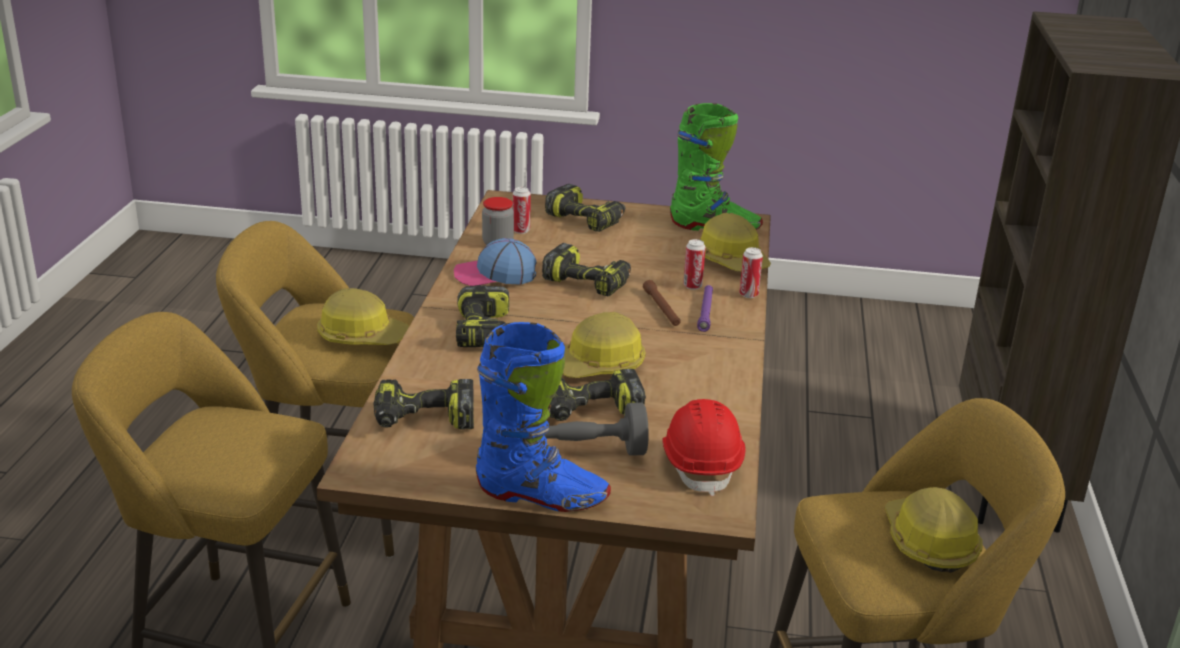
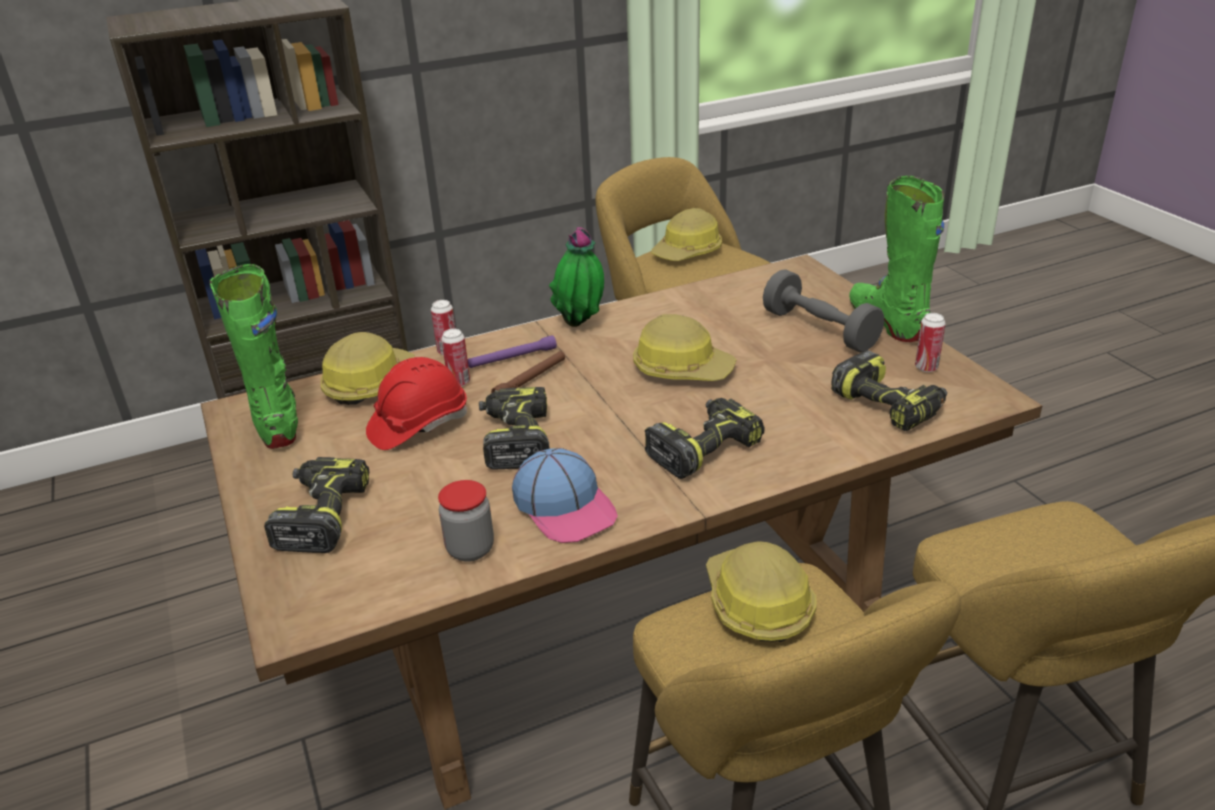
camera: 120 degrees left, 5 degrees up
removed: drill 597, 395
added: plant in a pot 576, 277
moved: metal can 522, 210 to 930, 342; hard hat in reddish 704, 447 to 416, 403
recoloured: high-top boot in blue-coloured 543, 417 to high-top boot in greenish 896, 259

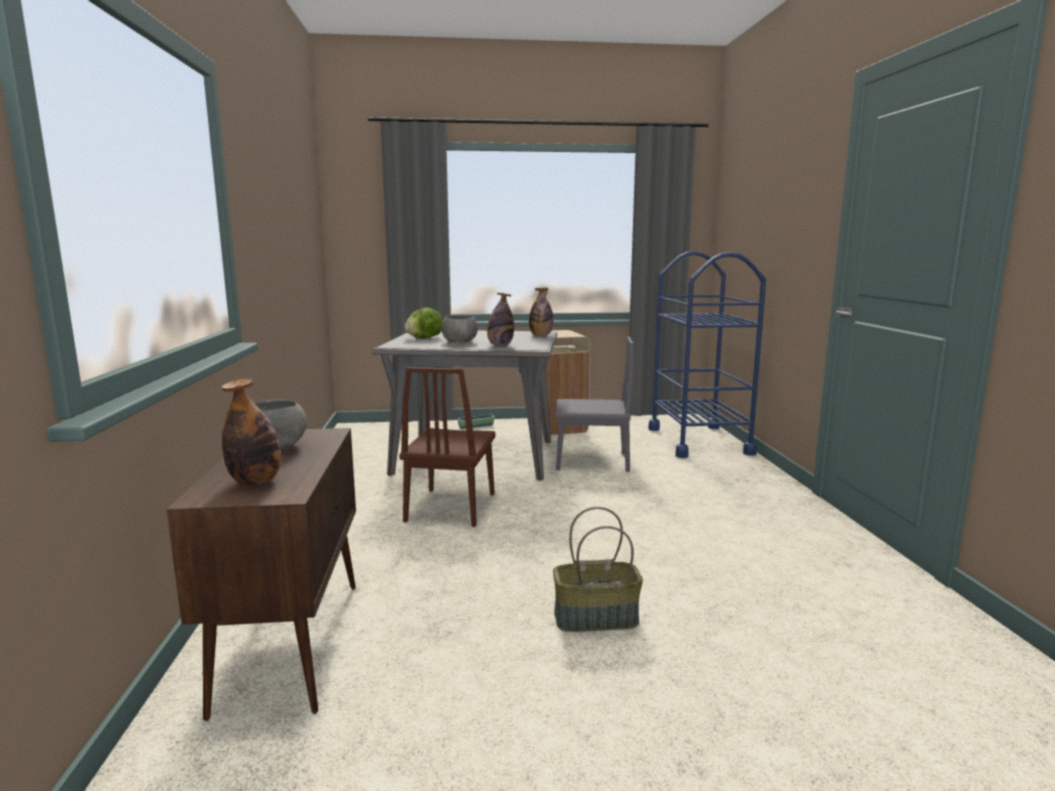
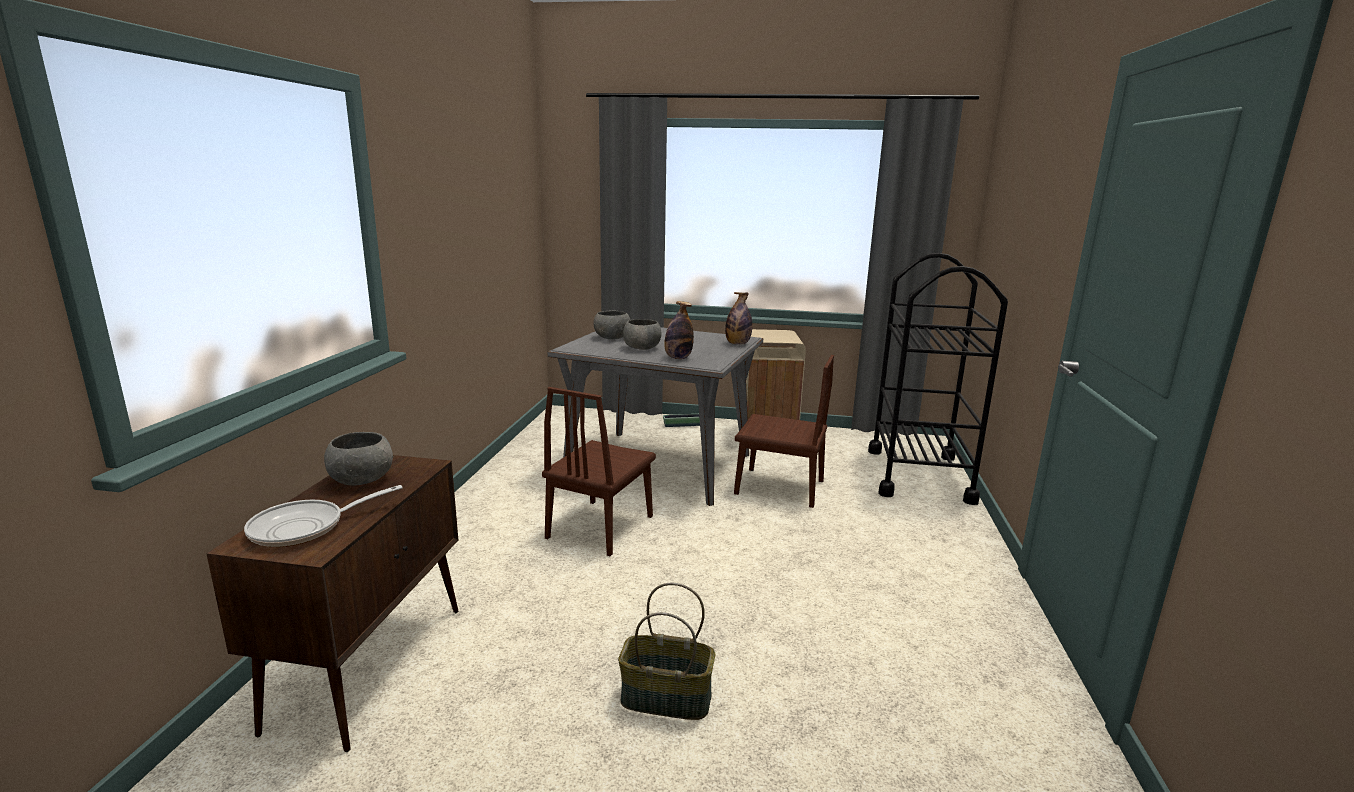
camera: 15 degrees right, 5 degrees up
replaced: beverage bottle 251, 432 to frying pan 323, 516; lettuce head 424, 323 to deep dish in greyish 611, 324
recoloured: plain chair in greyish 594, 404 to plain chair in brown-coloured 784, 431; wheeled cart in blue-coloured 707, 354 to wheeled cart in black-coloured 938, 379

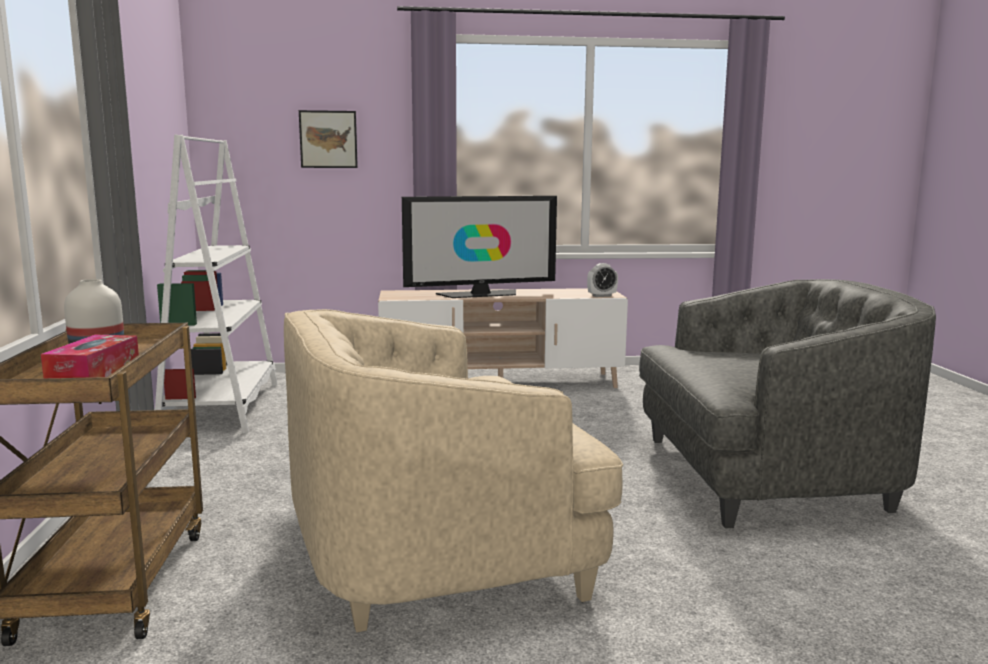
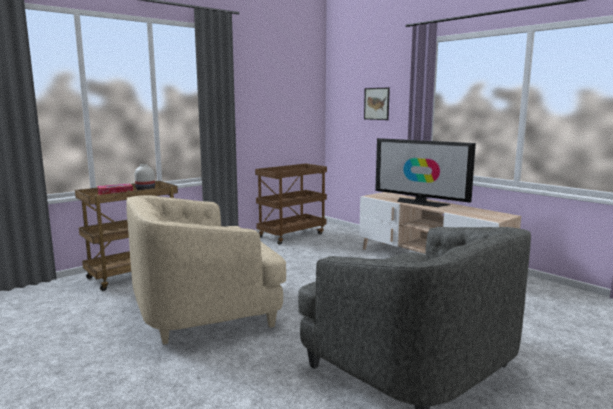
camera: 55 degrees right, 0 degrees up
removed: table clock 602, 280
replaced: shelving unit in whitish 216, 283 to wheeled cart in brown-coloured 291, 204
turned: lounge chair in beige 453, 471 = 206, 270 60 degrees counterclockwise

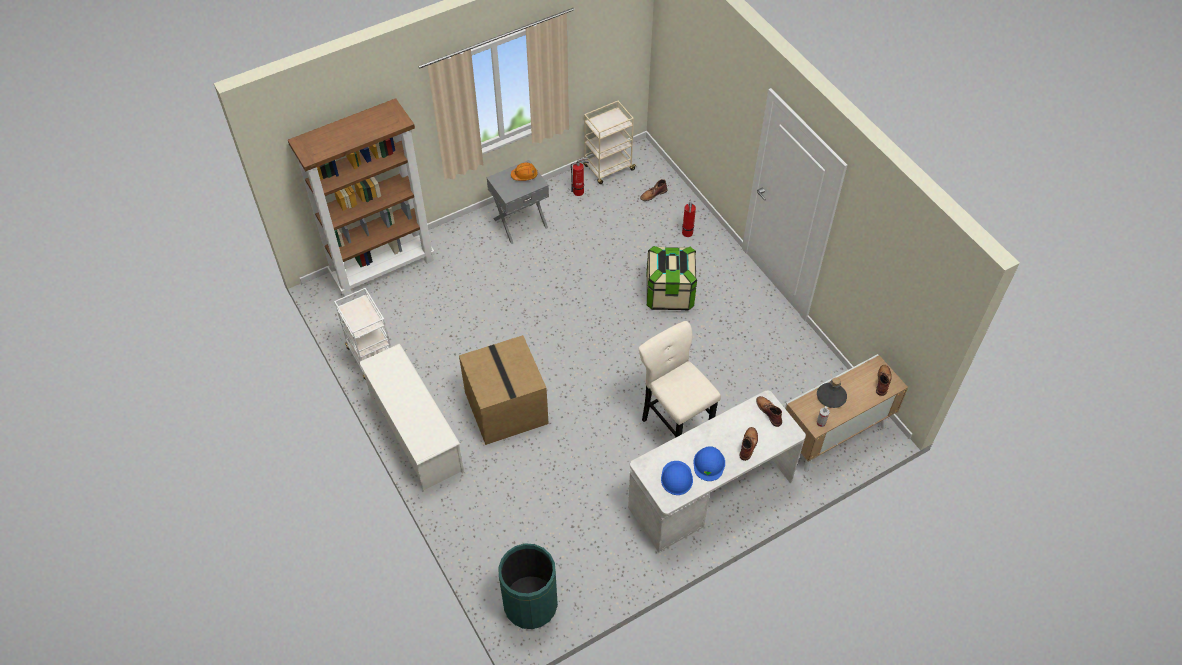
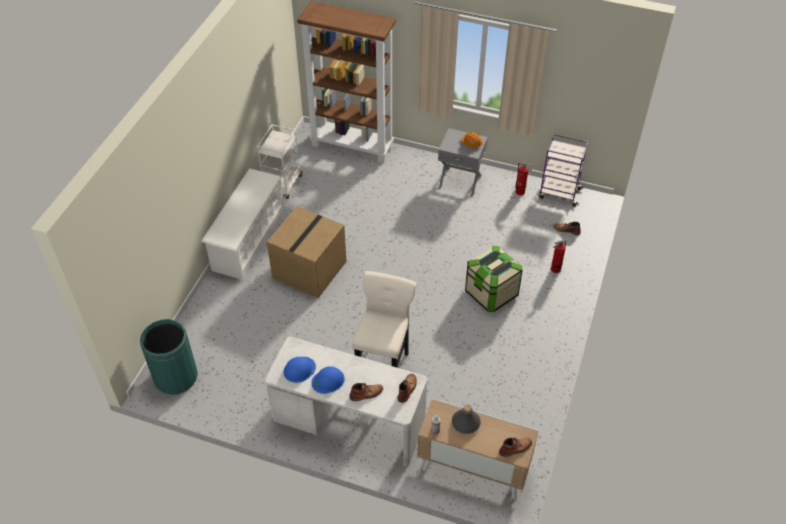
camera: 50 degrees right, 5 degrees down
recoloured: wheeled cart in beige 610, 142 to wheeled cart in purple 563, 170

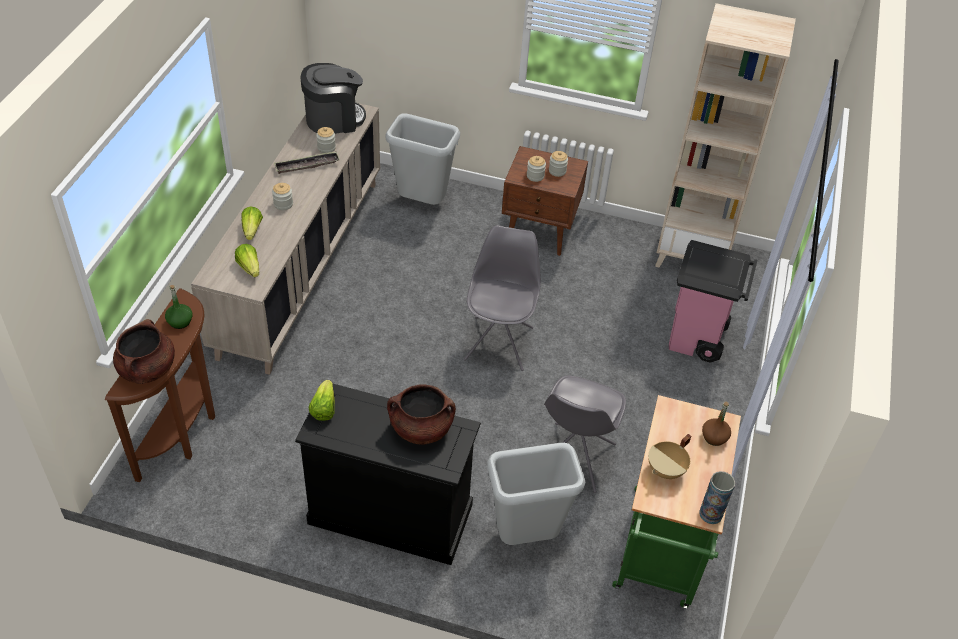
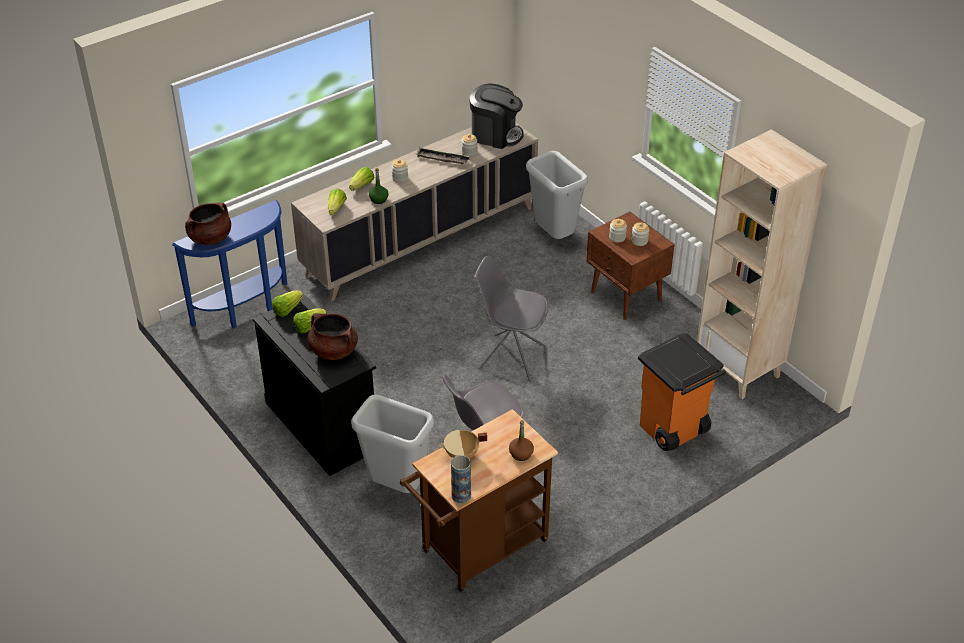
camera: 40 degrees right, 5 degrees down
added: lettuce head 310, 321
moved: beverage bottle in greenish 178, 307 to 379, 186
recoloured: narrow table in brown-coloured 160, 385 to narrow table in blue-coloured 229, 264; wheeled cart in greenish 676, 502 to wheeled cart in brown-coloured 479, 500; rubbish bin in pink 713, 301 to rubbish bin in orangey 682, 392
turned: plain chair in greyish 502, 298 = 511, 318 120 degrees counterclockwise

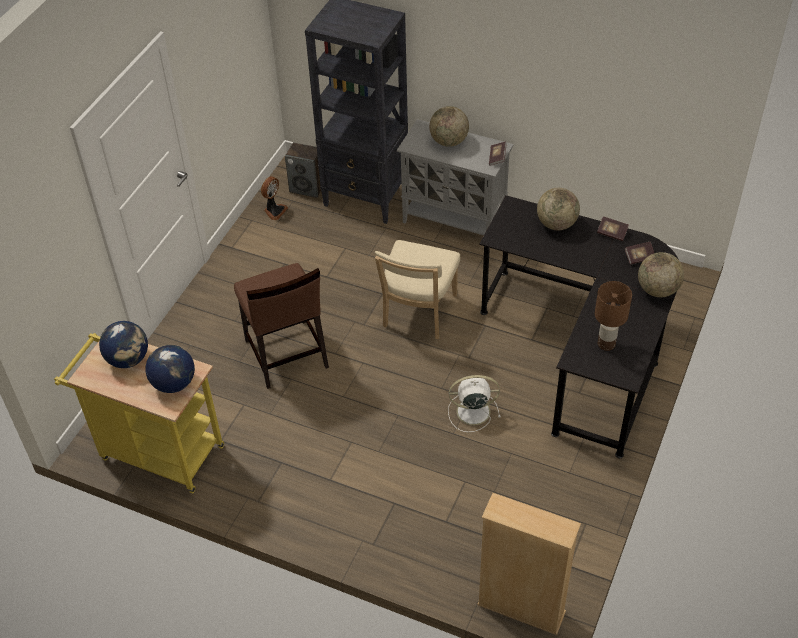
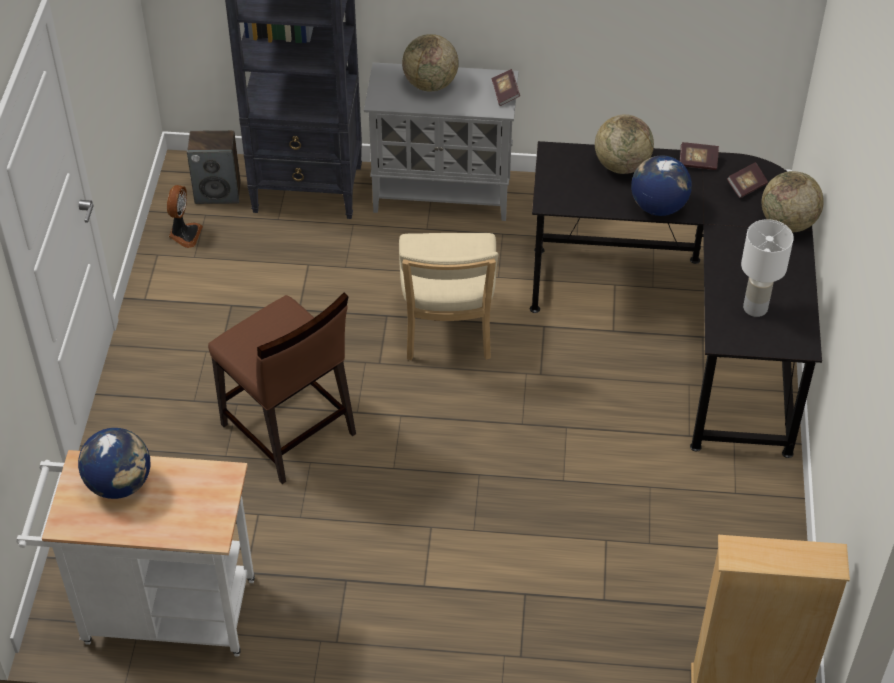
camera: 20 degrees left, 0 degrees up
removed: fan in whitish 474, 403
moved: globe 170, 369 to 661, 185
recoloured: wheeled cart in yellow-coloured 139, 413 to wheeled cart in whitish 135, 553; table lamp in brown-coloured 613, 316 to table lamp in whitish 767, 268

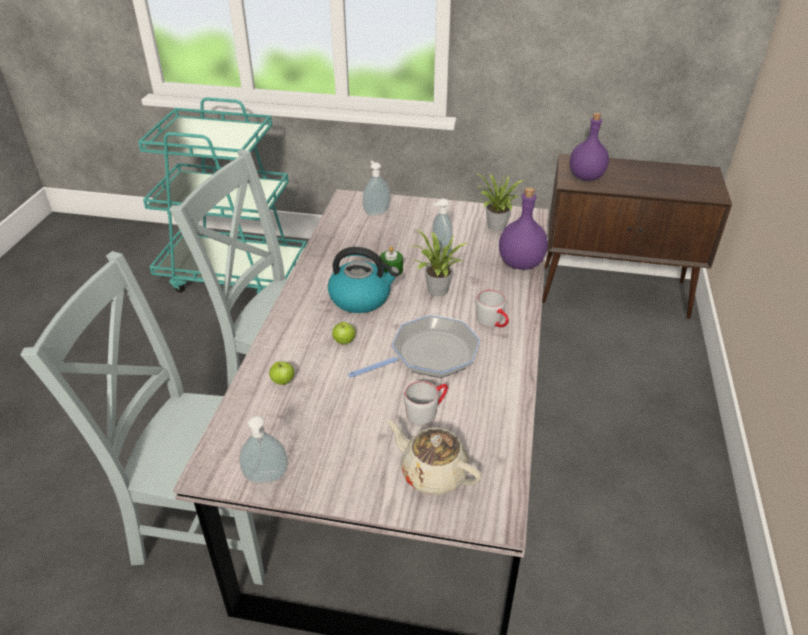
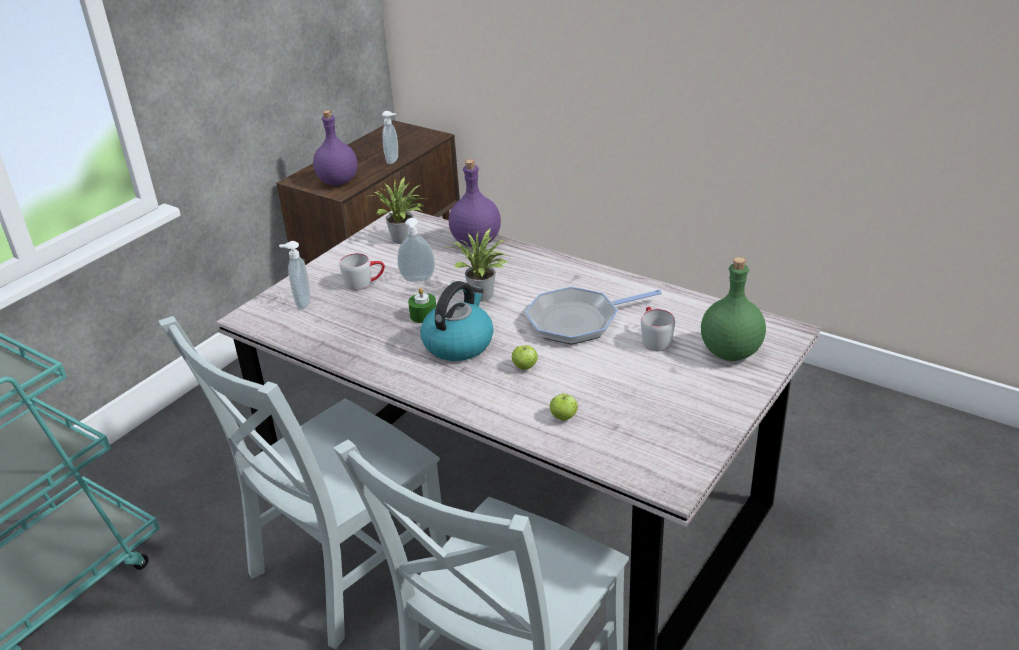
camera: 65 degrees left, 5 degrees down
moved: soap bottle 263, 450 to 390, 137; coffee mug in greyish 492, 308 to 362, 271
replaced: pot for tea in beige 434, 458 to beverage bottle in greenish 733, 309
turned: frying pan 414, 346 = 593, 316 105 degrees counterclockwise

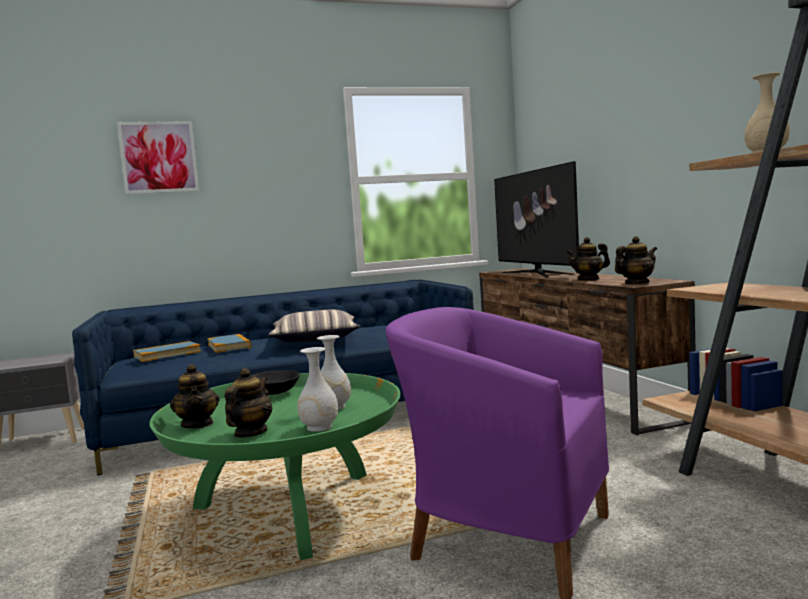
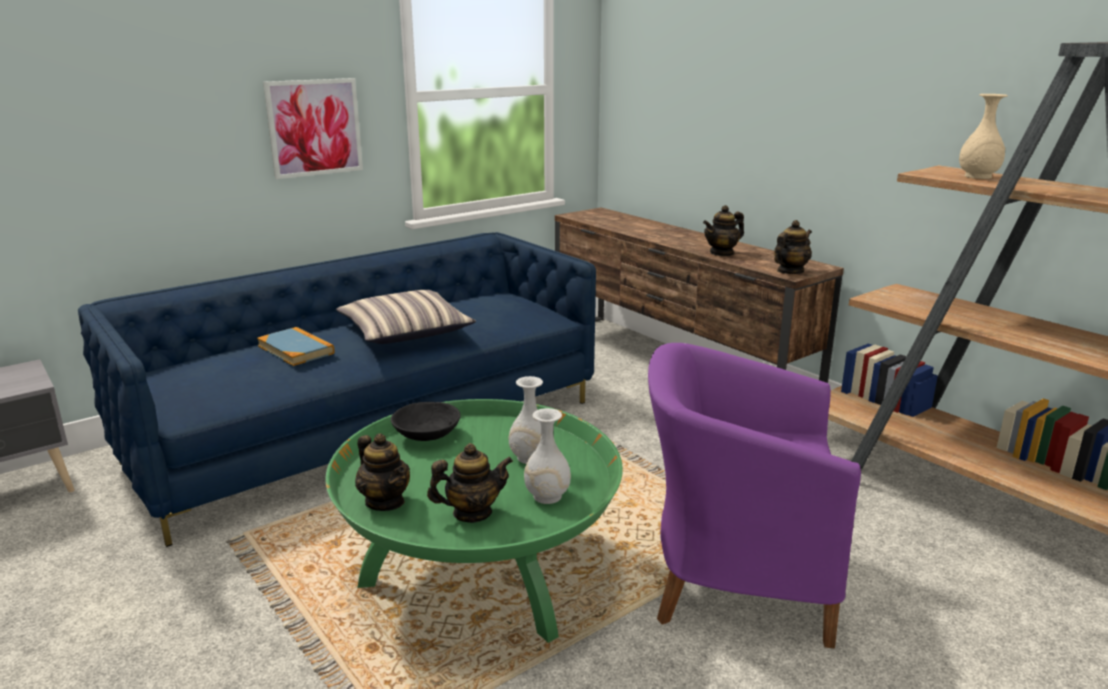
camera: 20 degrees left, 15 degrees up
removed: book 167, 351; television 536, 219
moved: wall picture 158, 157 to 313, 128
turned: pot for tea 248, 403 = 470, 483 75 degrees clockwise

